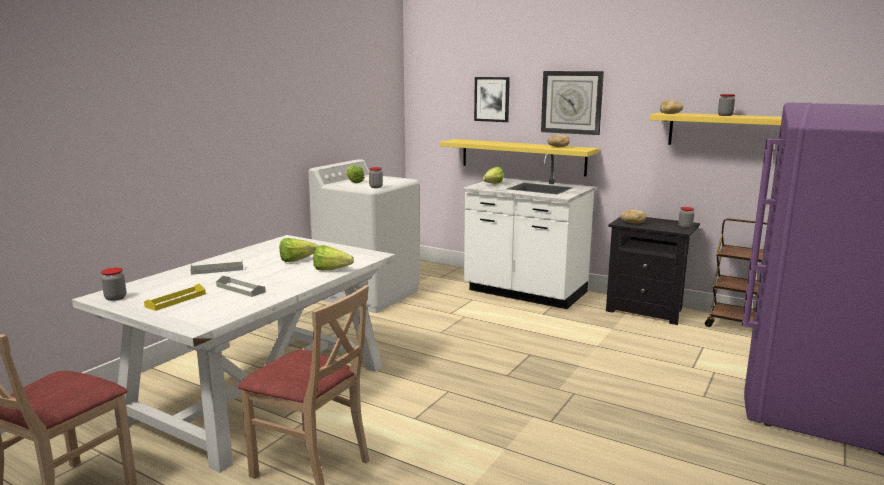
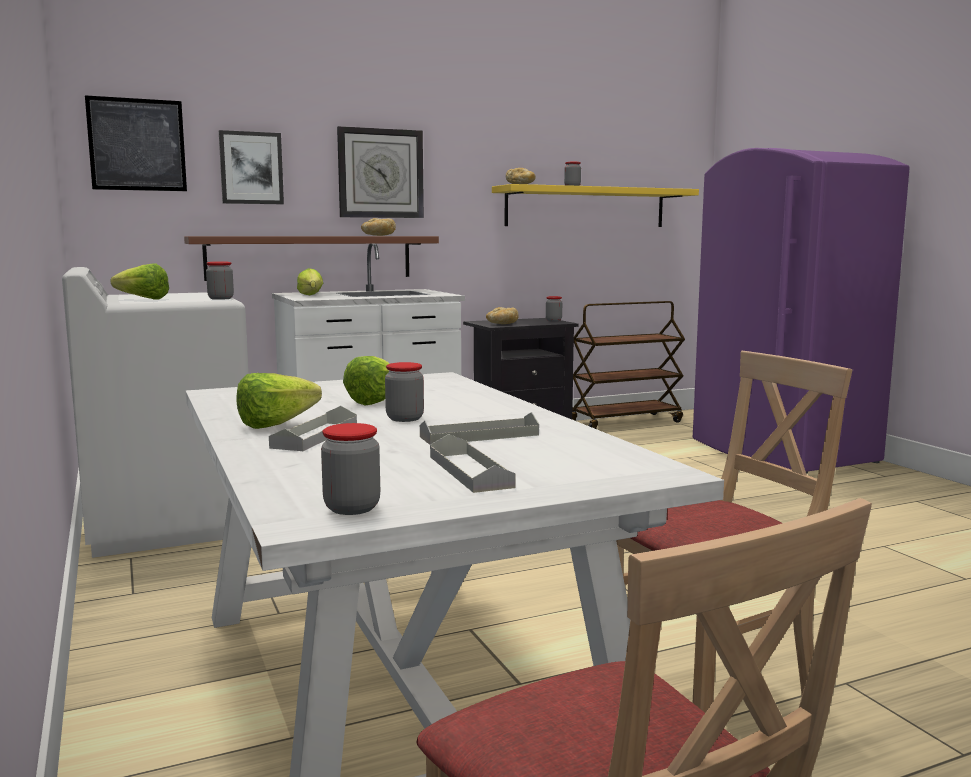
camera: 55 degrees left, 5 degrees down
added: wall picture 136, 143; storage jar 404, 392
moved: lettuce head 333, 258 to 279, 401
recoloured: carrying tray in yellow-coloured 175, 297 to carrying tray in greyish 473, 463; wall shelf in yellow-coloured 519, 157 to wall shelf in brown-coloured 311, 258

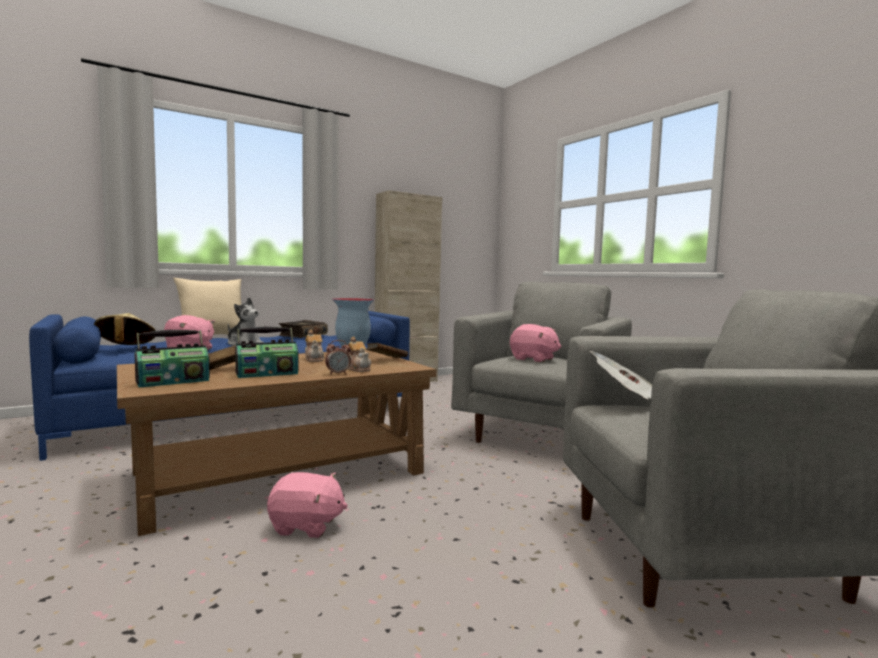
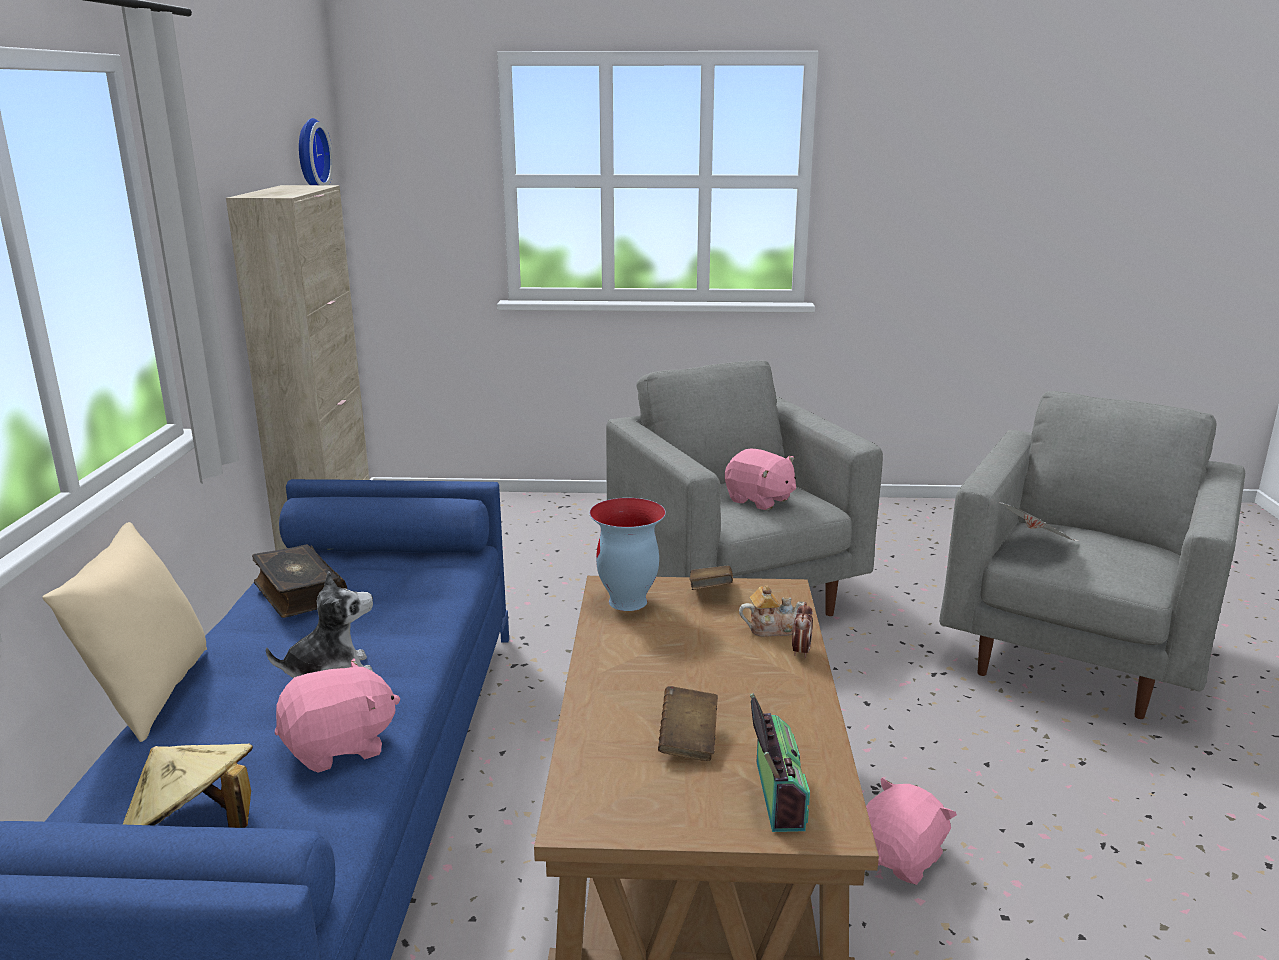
camera: 55 degrees left, 15 degrees up
removed: radio receiver 267, 352; pot for tea 314, 346
added: hanging clock 316, 151
turned: soft toy in pink 535, 343 = 760, 479 60 degrees clockwise

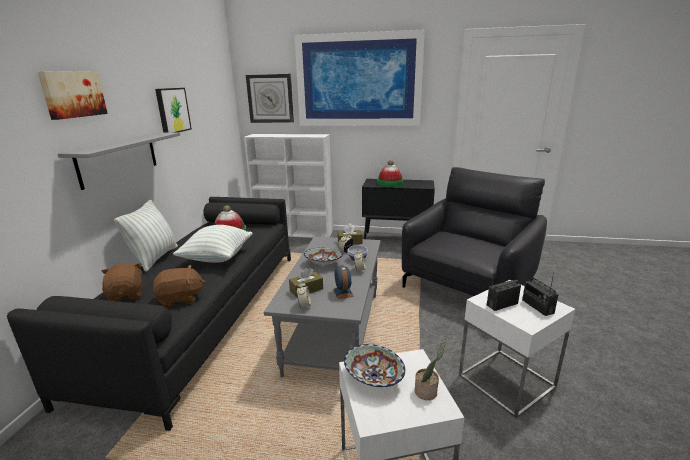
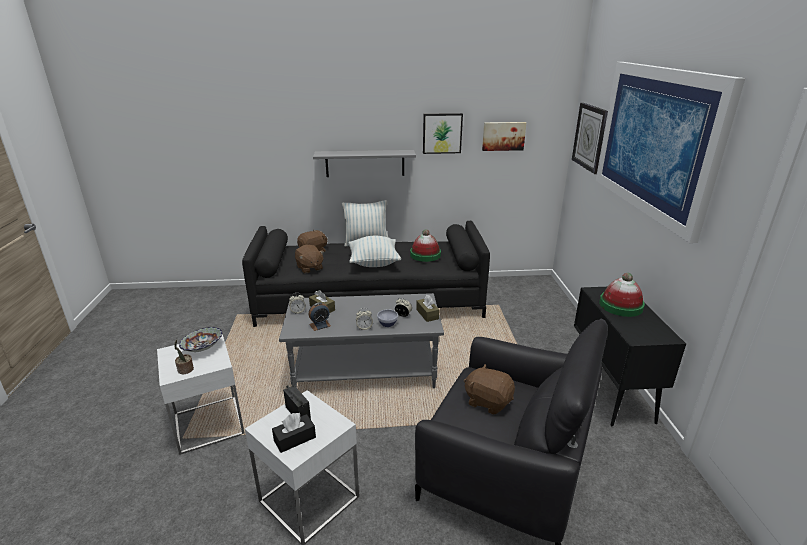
camera: 75 degrees right, 5 degrees up
removed: shelving unit in whitish 288, 186; deep dish 323, 256
added: soft toy in brown-coloured 489, 389
moved: wall picture 72, 95 to 504, 136
replaced: radio receiver 540, 294 to tissue box in black-coloured 294, 433

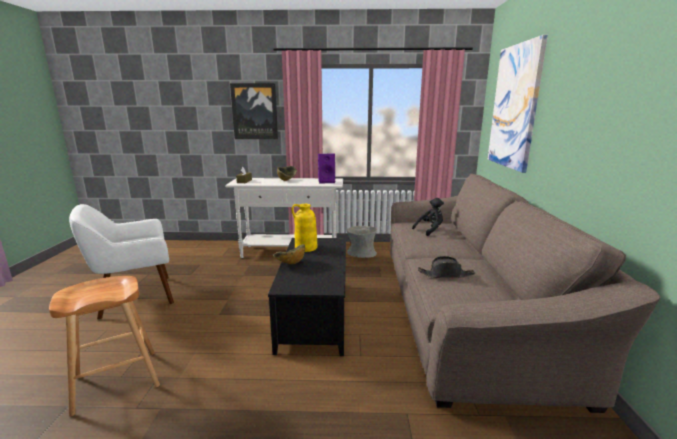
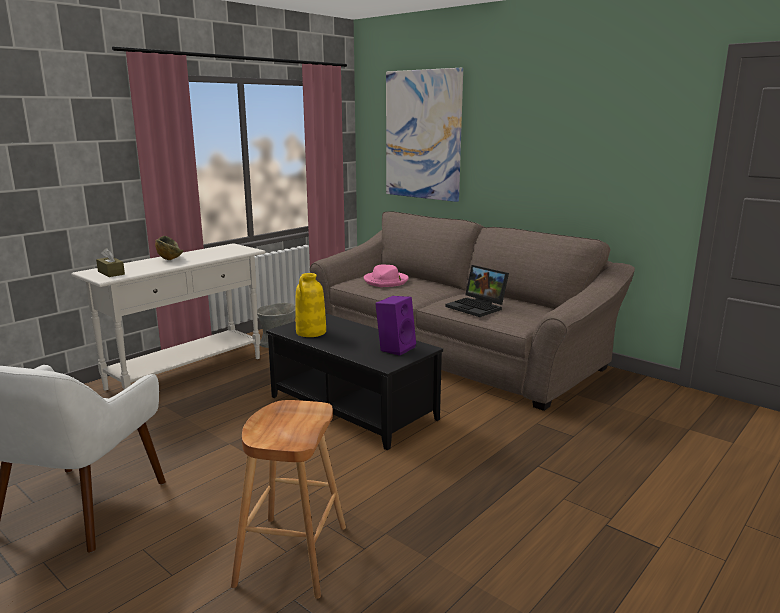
camera: 50 degrees left, 0 degrees up
removed: wall picture 254, 111; deep dish 289, 254
moved: audio speaker in purple 326, 169 to 395, 326
replaced: soft toy in black-coloured 428, 217 to clothing hat in pink 386, 276; clothing hat in black-coloured 447, 267 to laptop 477, 291

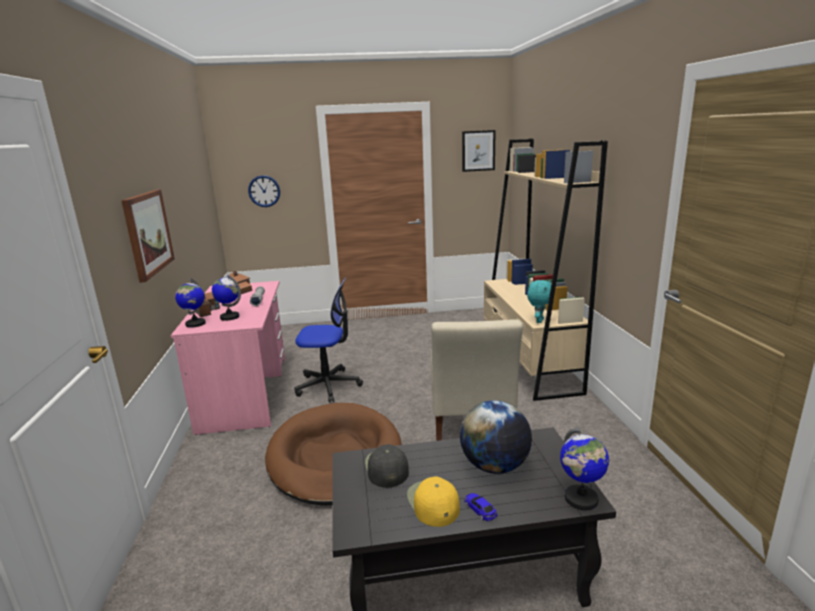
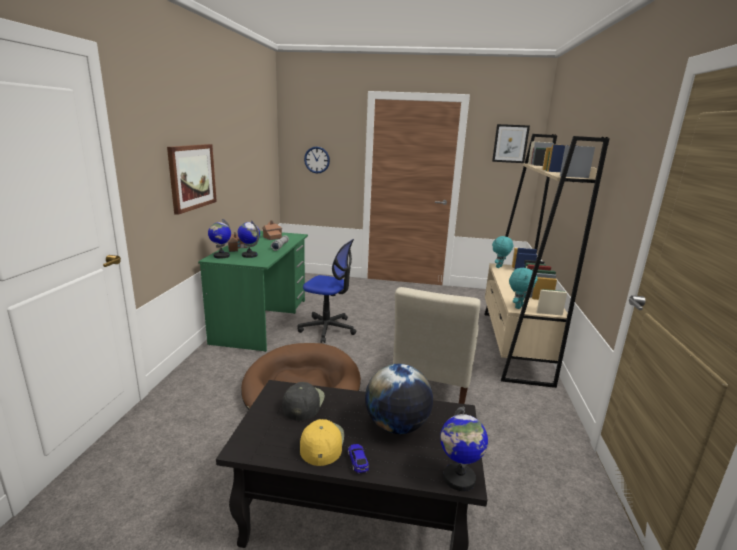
camera: 15 degrees right, 0 degrees up
added: soft toy in turquoise 502, 252
recoloured: desk unit in pink 228, 358 to desk unit in greenish 253, 291

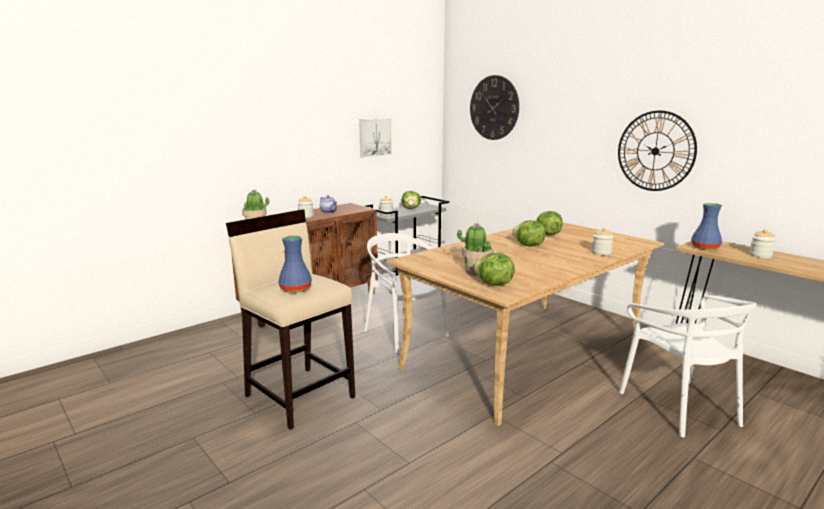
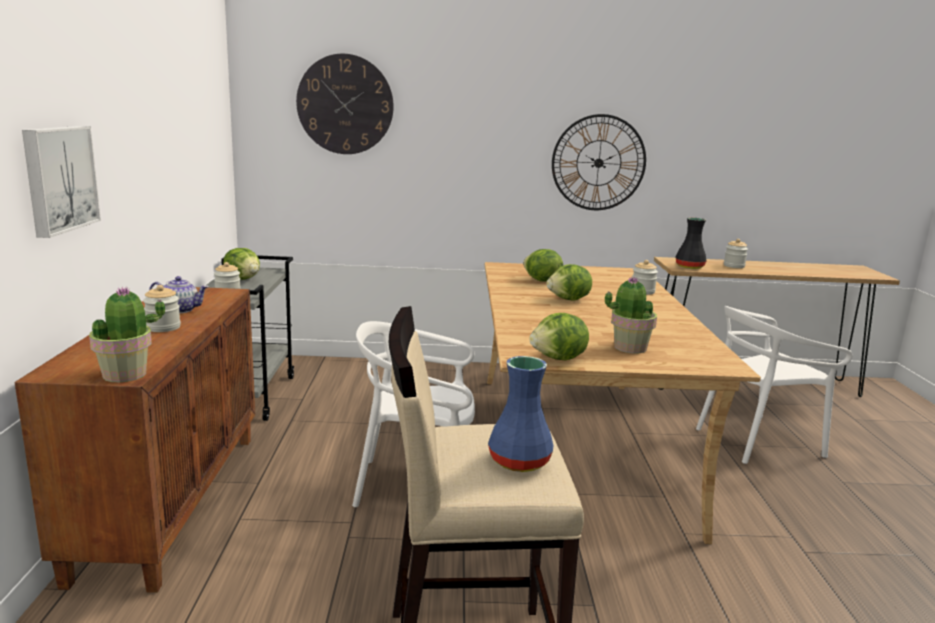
camera: 50 degrees left, 0 degrees up
moved: wall picture 375, 138 to 61, 182; lettuce head 493, 269 to 559, 337
recoloured: flower vase in blue-coloured 706, 226 to flower vase in black-coloured 691, 243
turned: plain chair in whitish 688, 366 = 774, 385 135 degrees clockwise

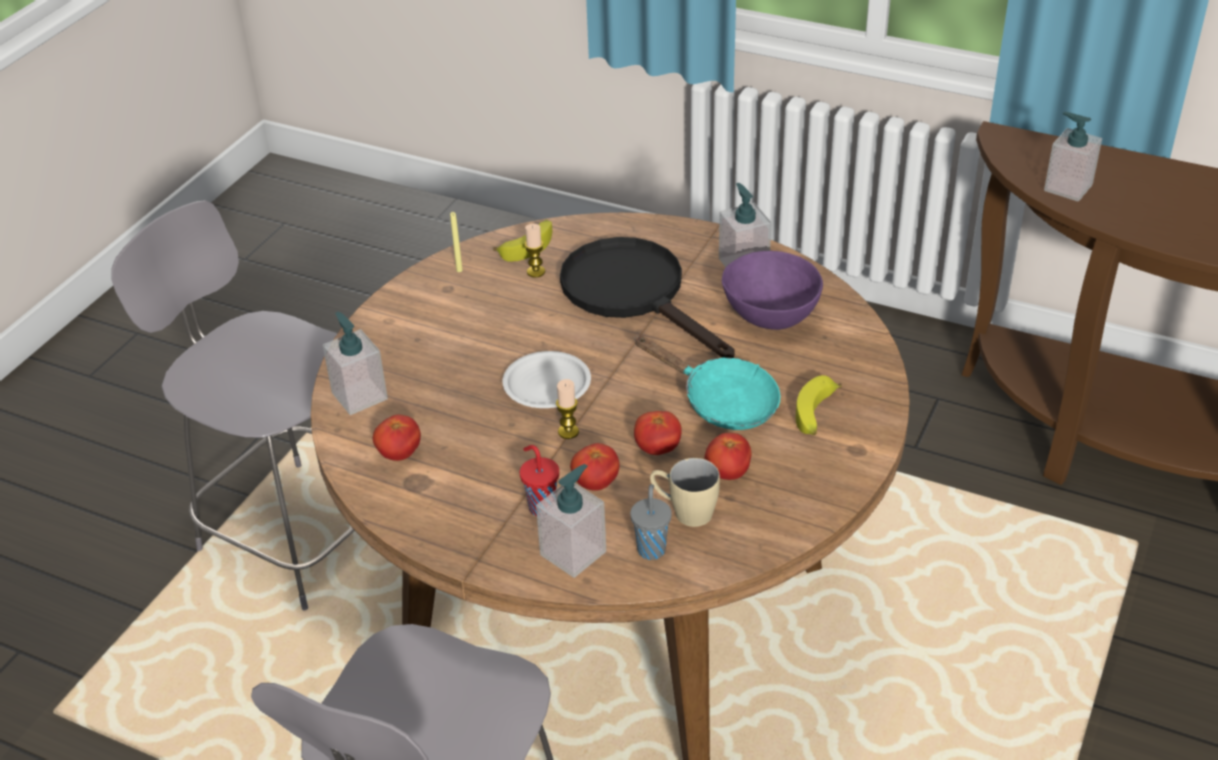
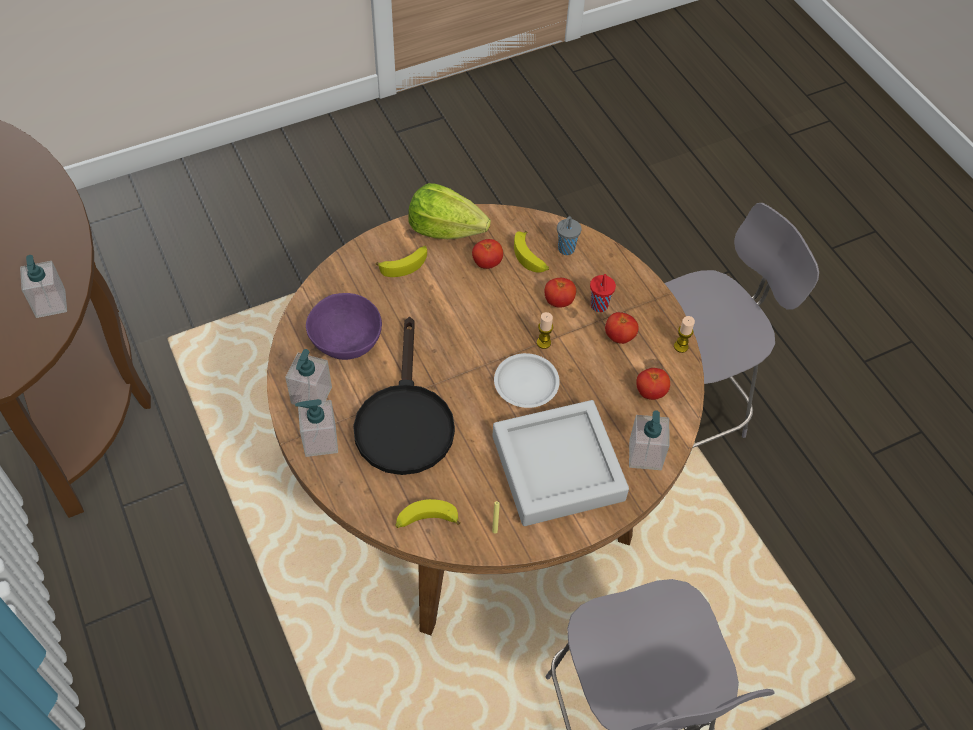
camera: 145 degrees left, 15 degrees up
removed: frying pan in turquoise 707, 383
added: lettuce head 450, 211; carrying tray in greyish 561, 463
moved: wax candle 535, 251 to 684, 334; soap bottle 571, 521 to 316, 428; whole tomato 658, 433 to 622, 328
replaced: coffee mug in beige 685, 492 to whole banana 531, 252

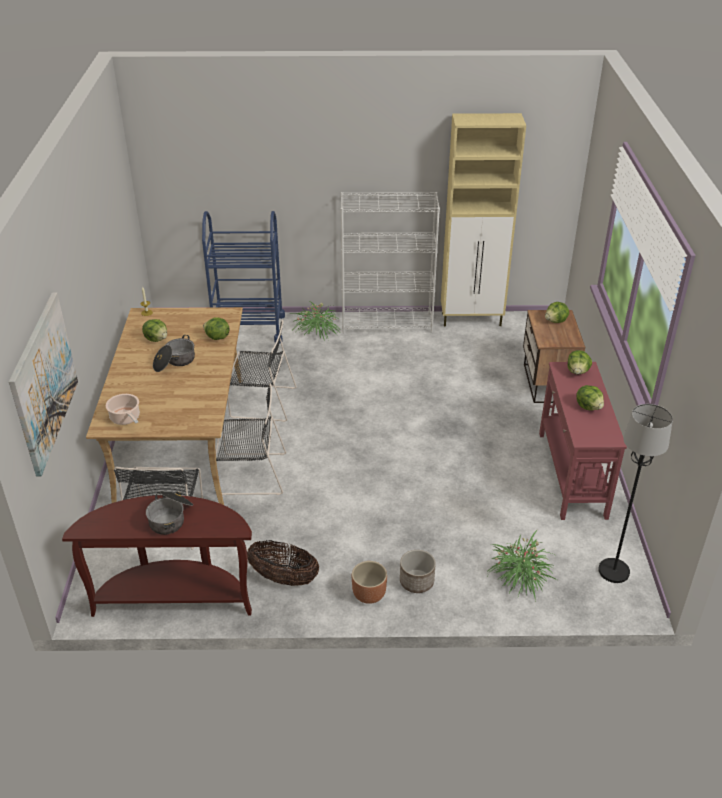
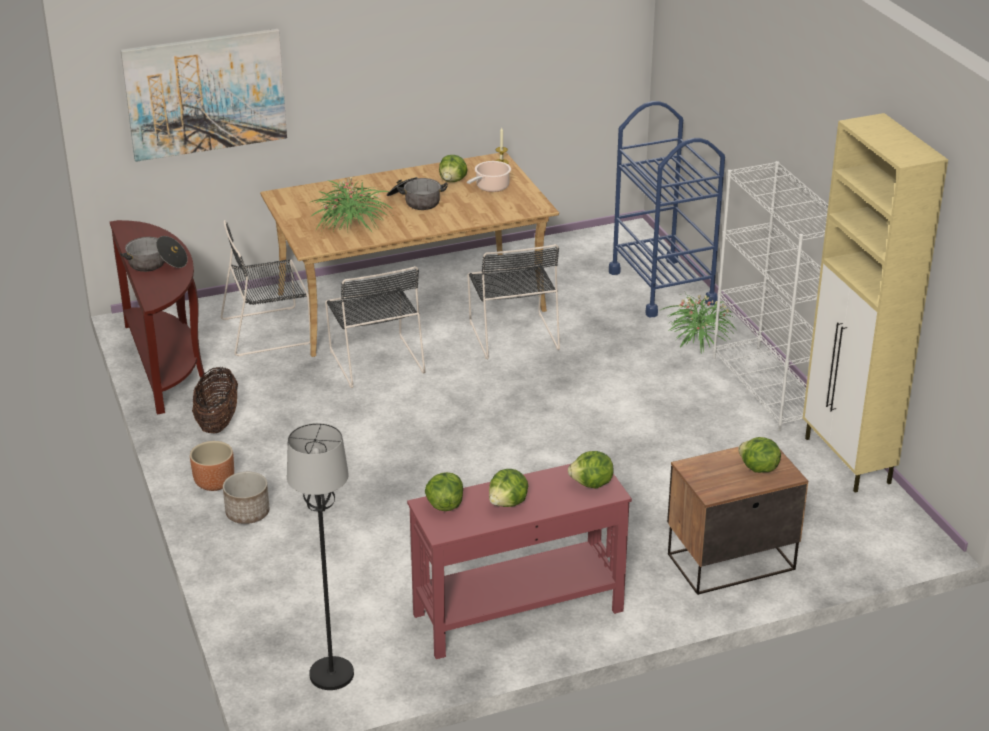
camera: 70 degrees right, 5 degrees down
moved: cooking pot 123, 409 to 489, 176; lettuce head 216, 328 to 444, 491; plant in a pot 522, 565 to 351, 205

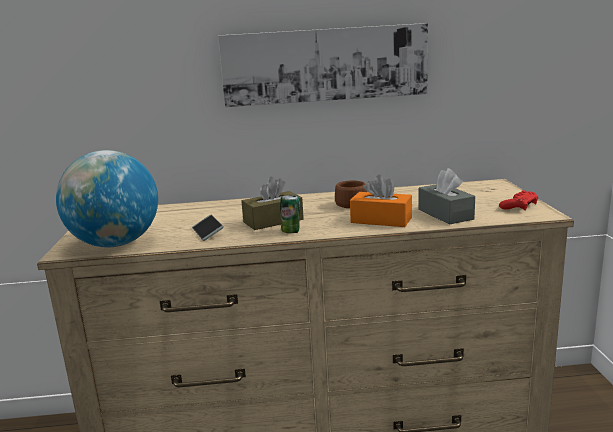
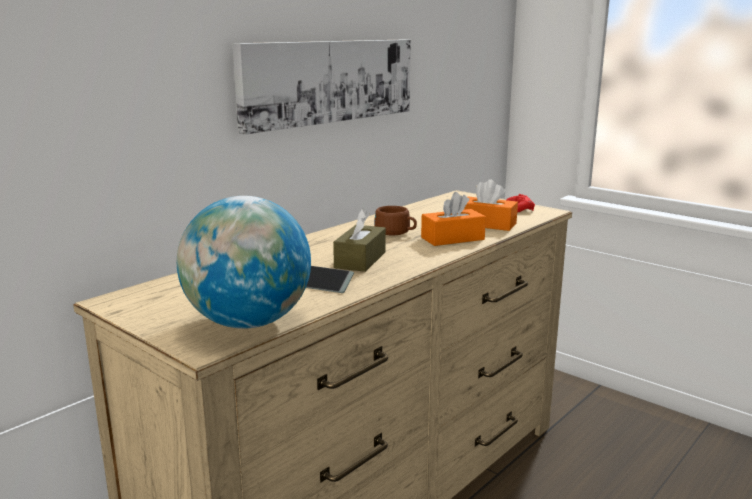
camera: 45 degrees left, 0 degrees up
removed: metal can 290, 214
recoloured: tissue box in greyish 446, 196 to tissue box in orangey 491, 205

